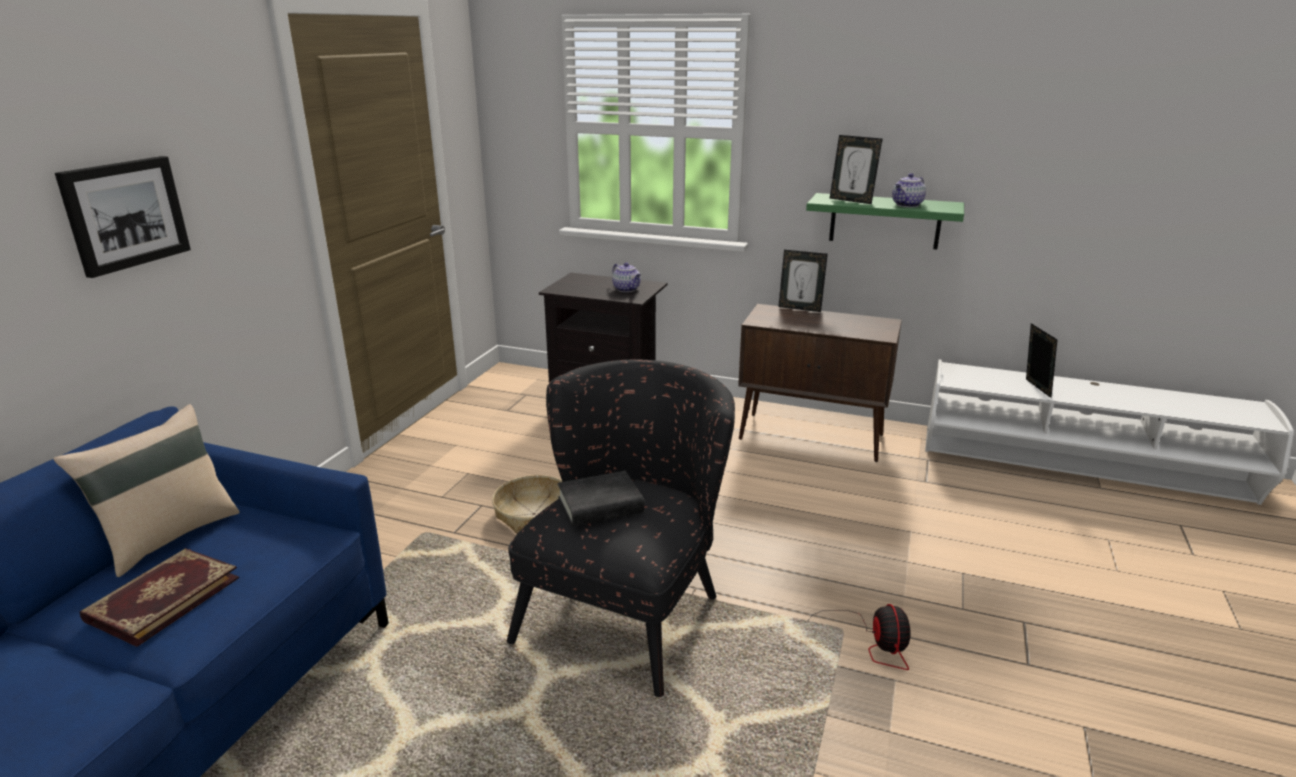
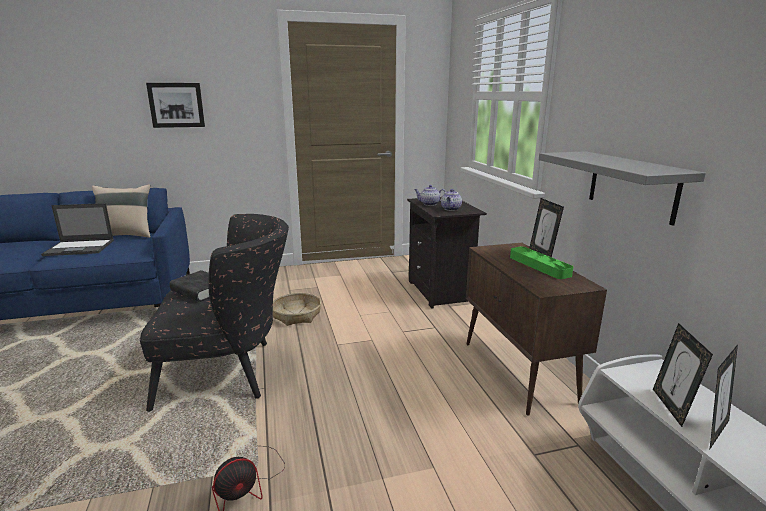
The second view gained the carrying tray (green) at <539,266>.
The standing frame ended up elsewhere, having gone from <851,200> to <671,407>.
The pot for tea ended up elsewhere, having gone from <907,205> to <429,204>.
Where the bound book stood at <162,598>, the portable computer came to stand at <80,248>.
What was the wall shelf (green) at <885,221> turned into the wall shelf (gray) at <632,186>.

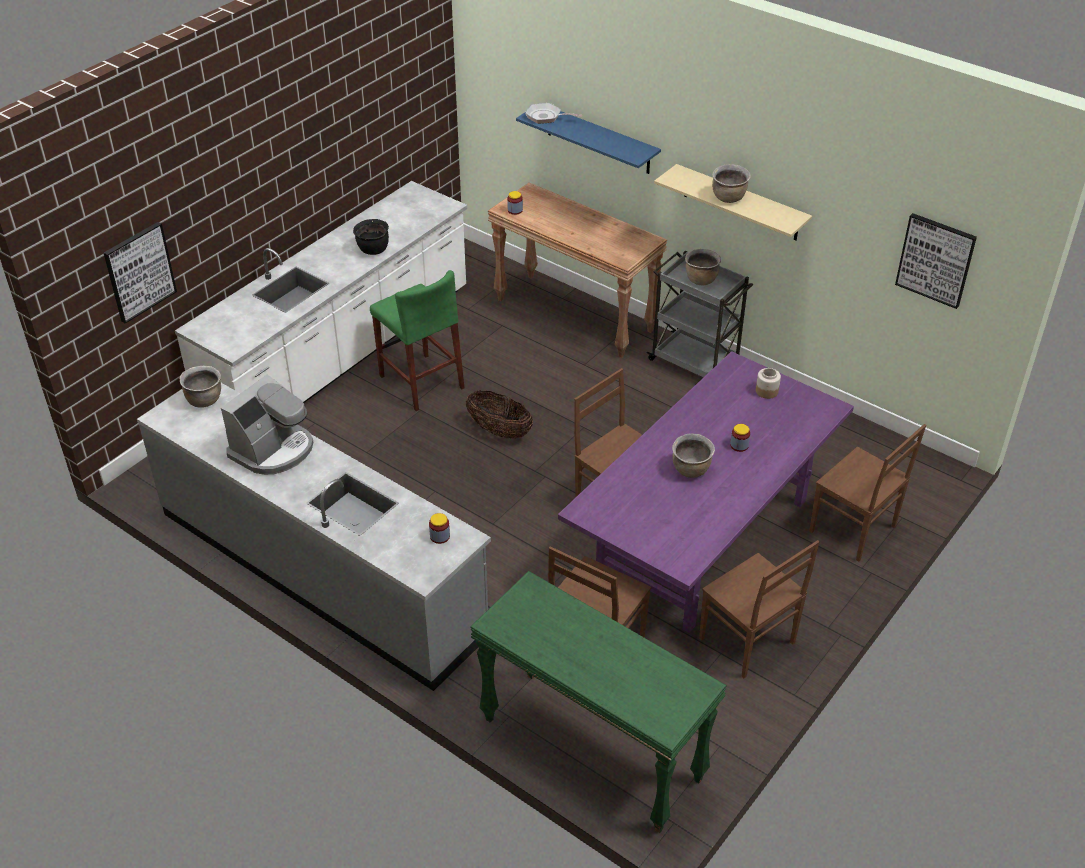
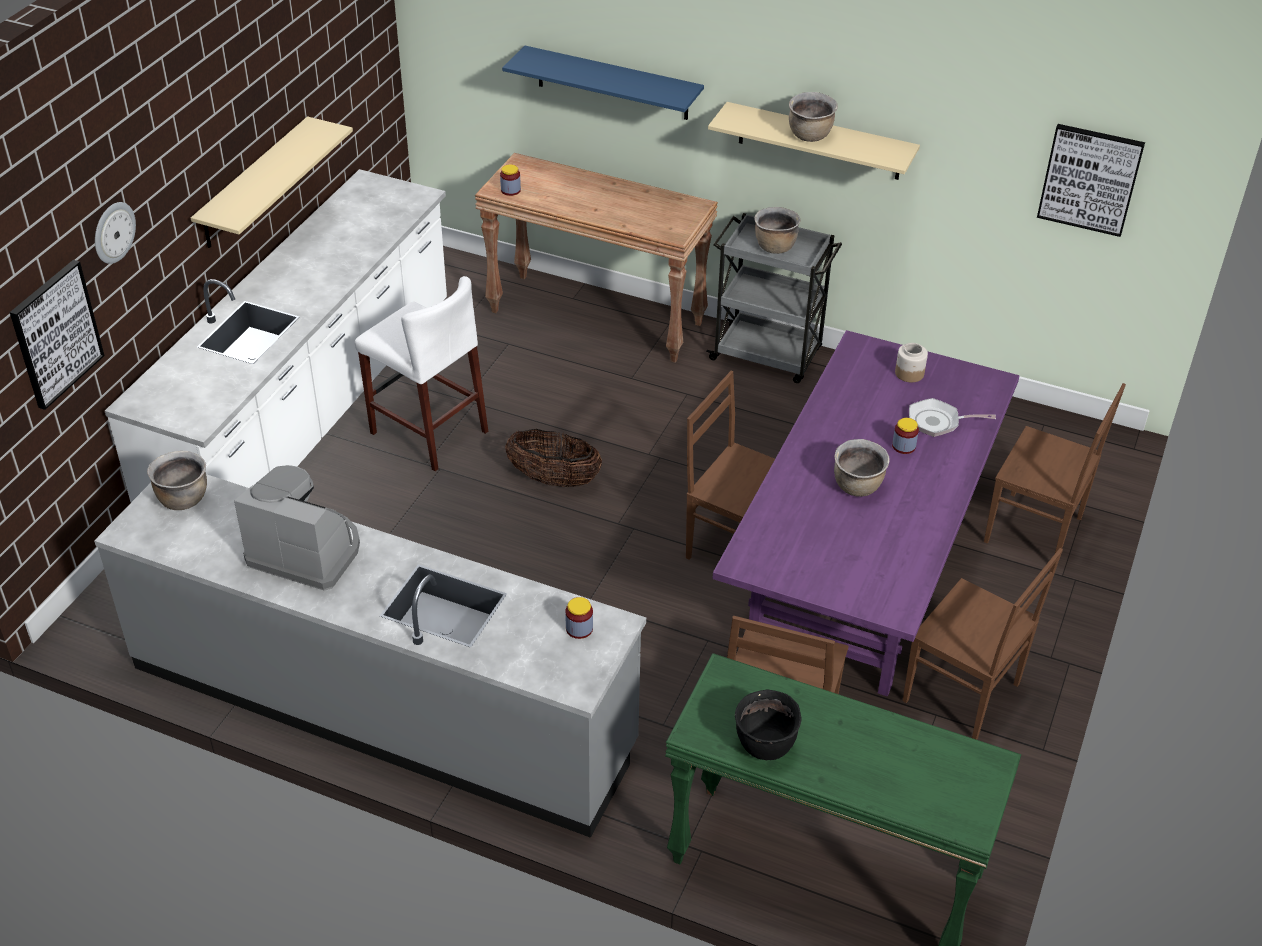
The second view gained the clock on the wall at <113,232>.
The second view gained the wall shelf (beige) at <254,183>.
The stockpot (blackish) ended up elsewhere, having gone from <373,250> to <765,745>.
The skillet ended up elsewhere, having gone from <546,117> to <938,422>.
What was the stool (green) at <421,382> turned into the stool (whitish) at <428,432>.
The coffee machine at <273,450> ended up facing another way, 90 degrees counterclockwise from before.

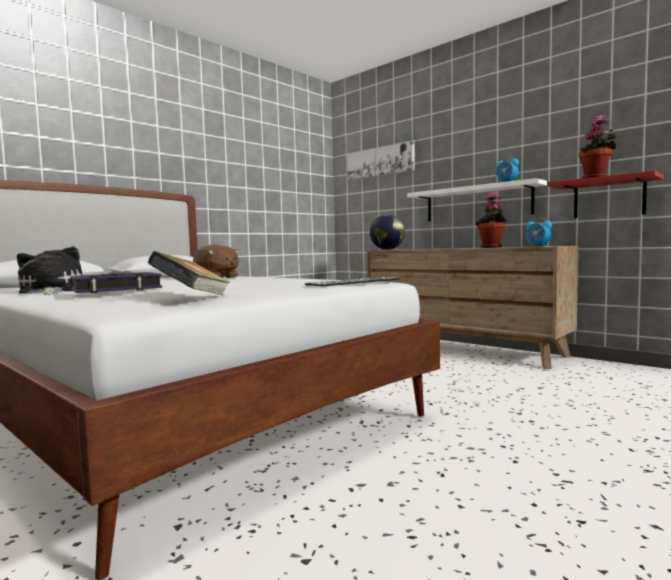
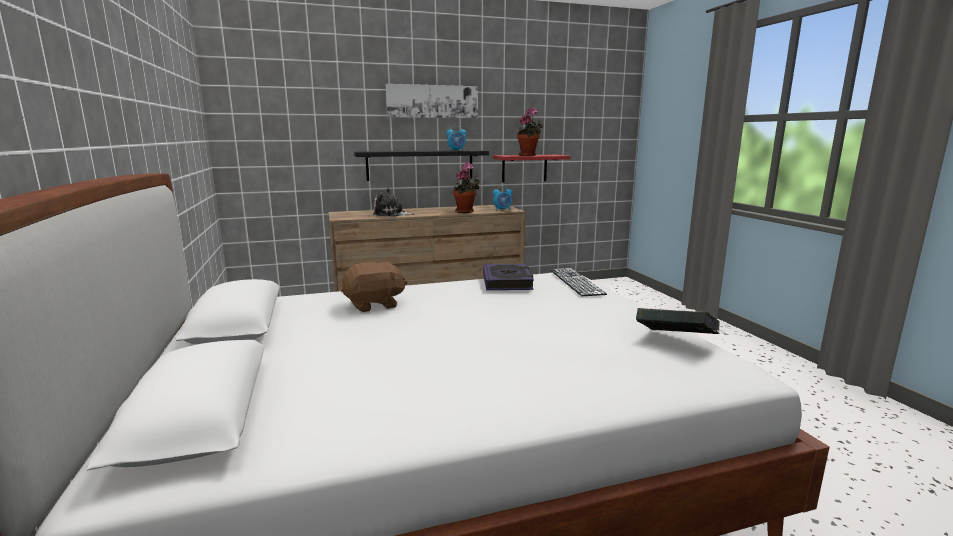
The second view lost the desk globe at <387,249>.
The soft toy ended up elsewhere, having gone from <50,291> to <391,214>.
The bound book ended up elsewhere, having gone from <116,289> to <507,282>.
The wall picture ended up elsewhere, having gone from <380,161> to <432,101>.
What was the wall shelf (whitish) at <477,203> turned into the wall shelf (blackish) at <420,165>.

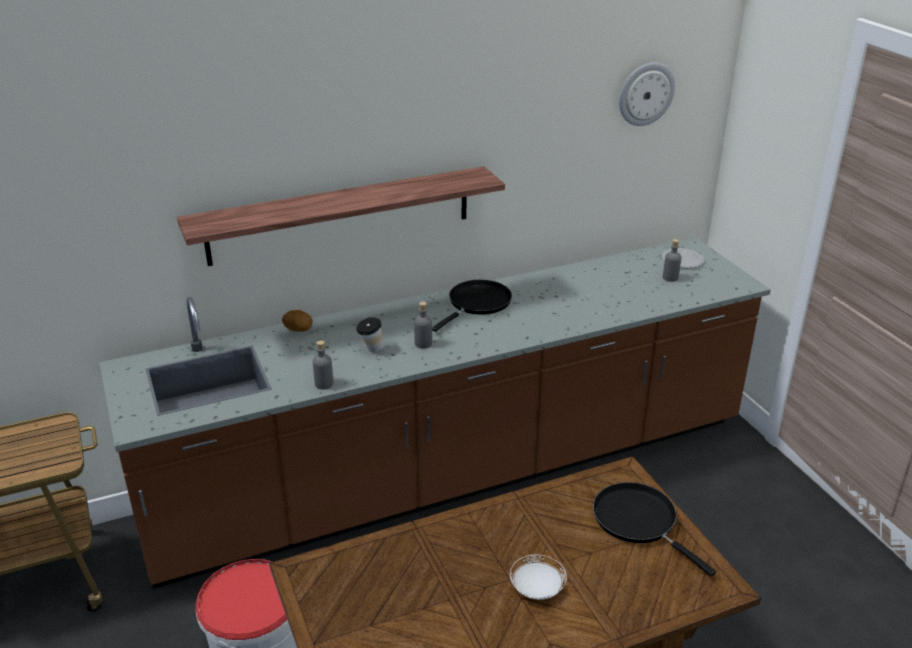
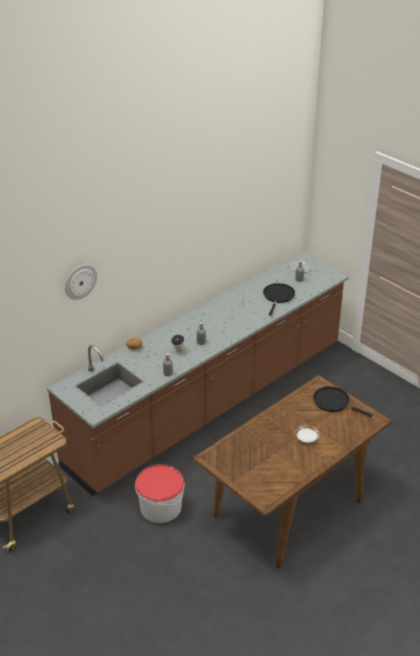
The second view lost the wall shelf at <340,215>.
The skillet (blackish) ended up elsewhere, having gone from <477,304> to <278,296>.
The clock on the wall ended up elsewhere, having gone from <645,94> to <80,281>.

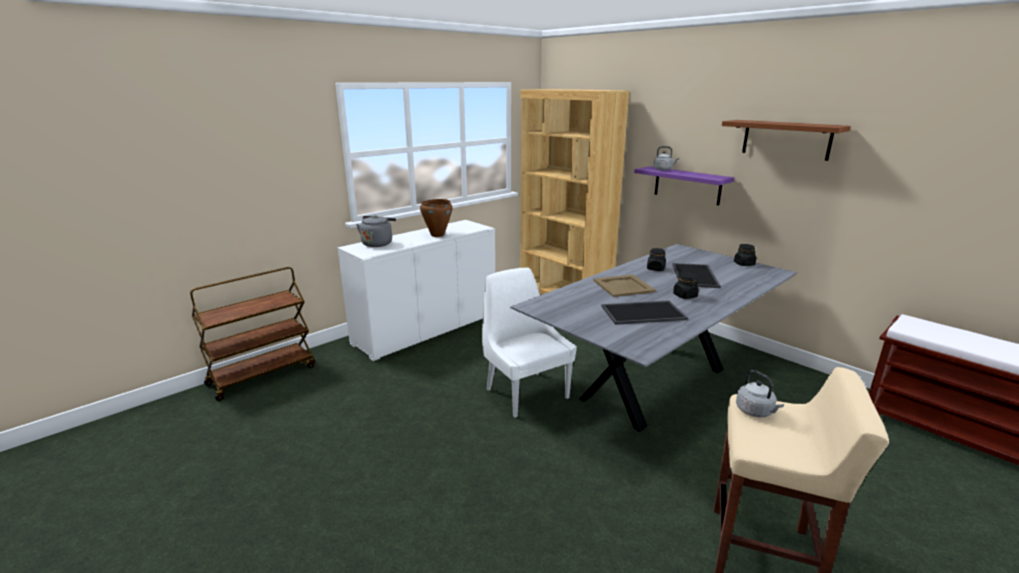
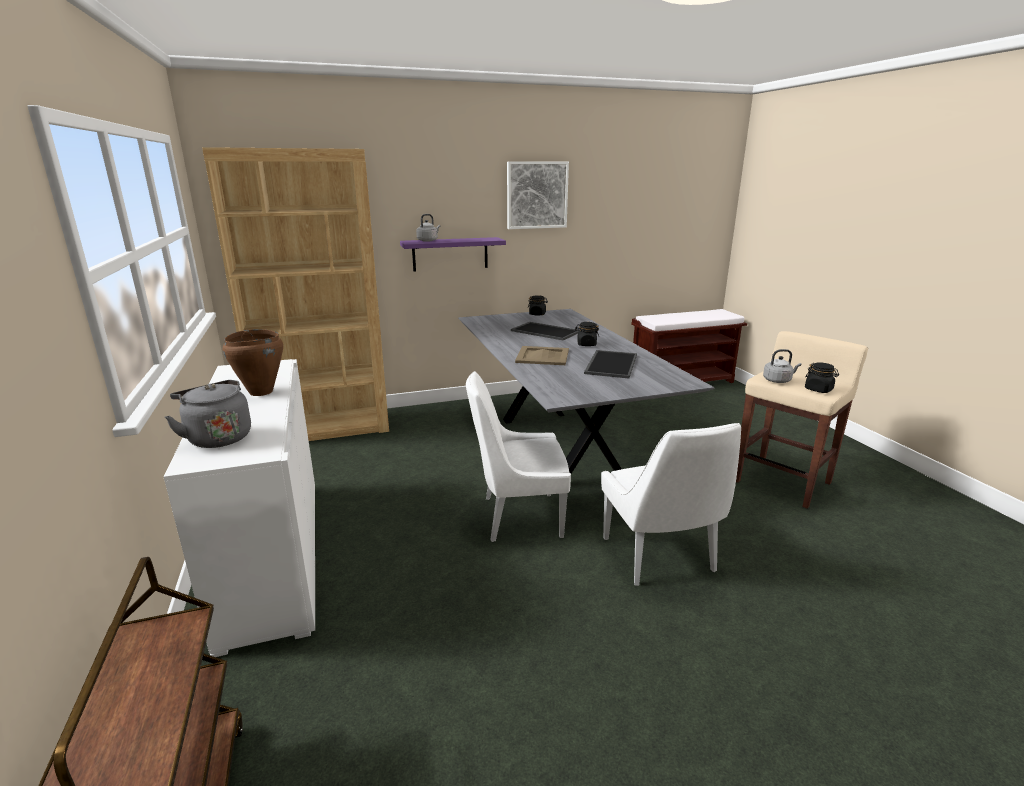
The second view gained the chair (whitish) at <659,557>.
The preserve jar (blackish) ended up elsewhere, having gone from <655,269> to <818,389>.
Where the wall shelf (brown-coloured) hung at <786,139>, the wall picture came to hang at <537,195>.

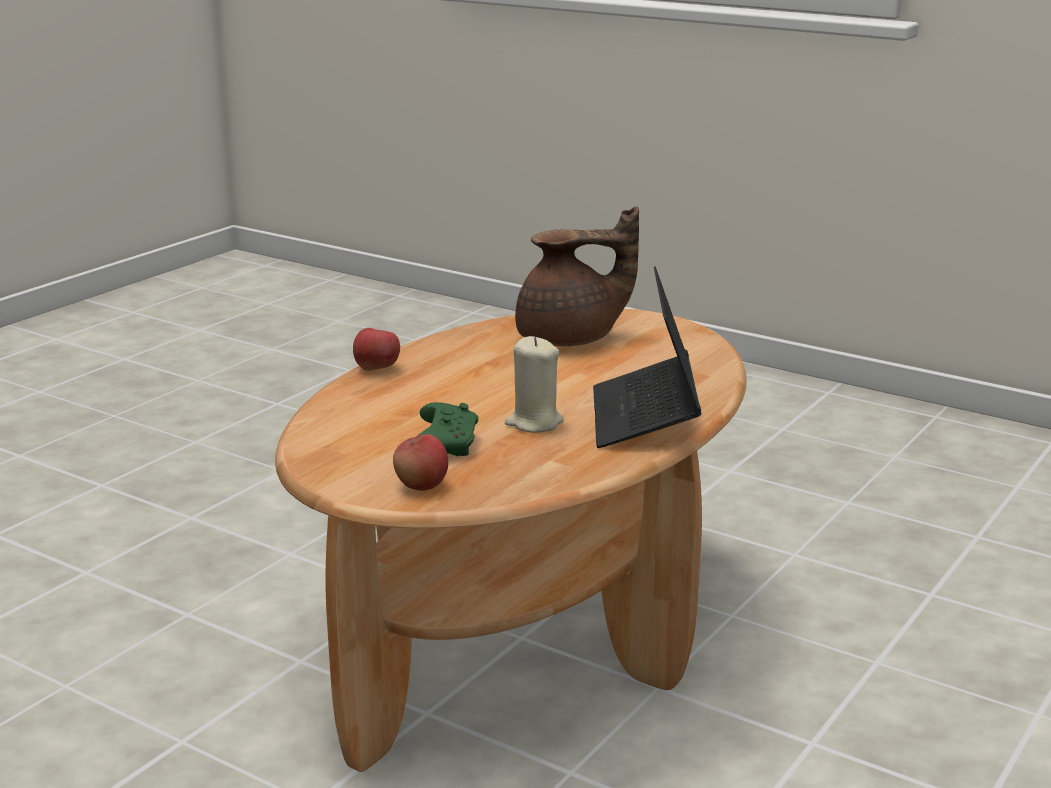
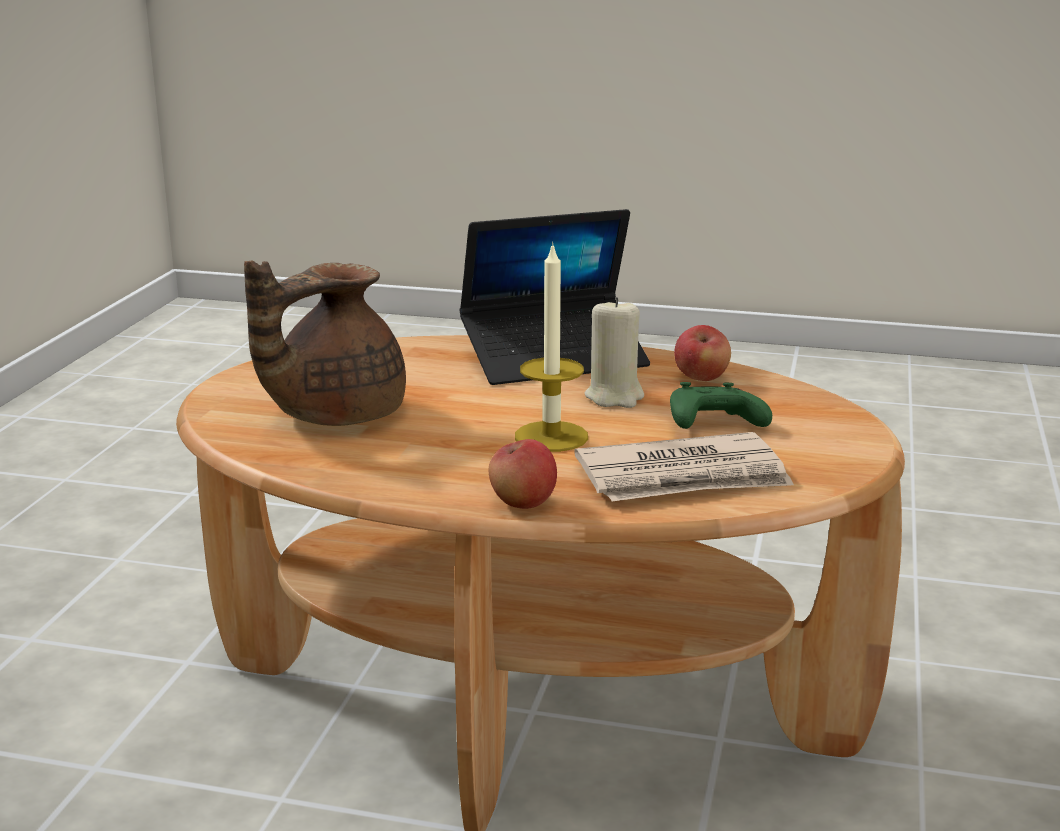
The second view gained the wax light at <551,436>.
The second view gained the newspaper at <684,477>.
The apple fruit ended up elsewhere, having gone from <421,486> to <701,378>.
The pot for tea (brown-coloured) at <571,339> ended up facing another way, 105 degrees counterclockwise from before.

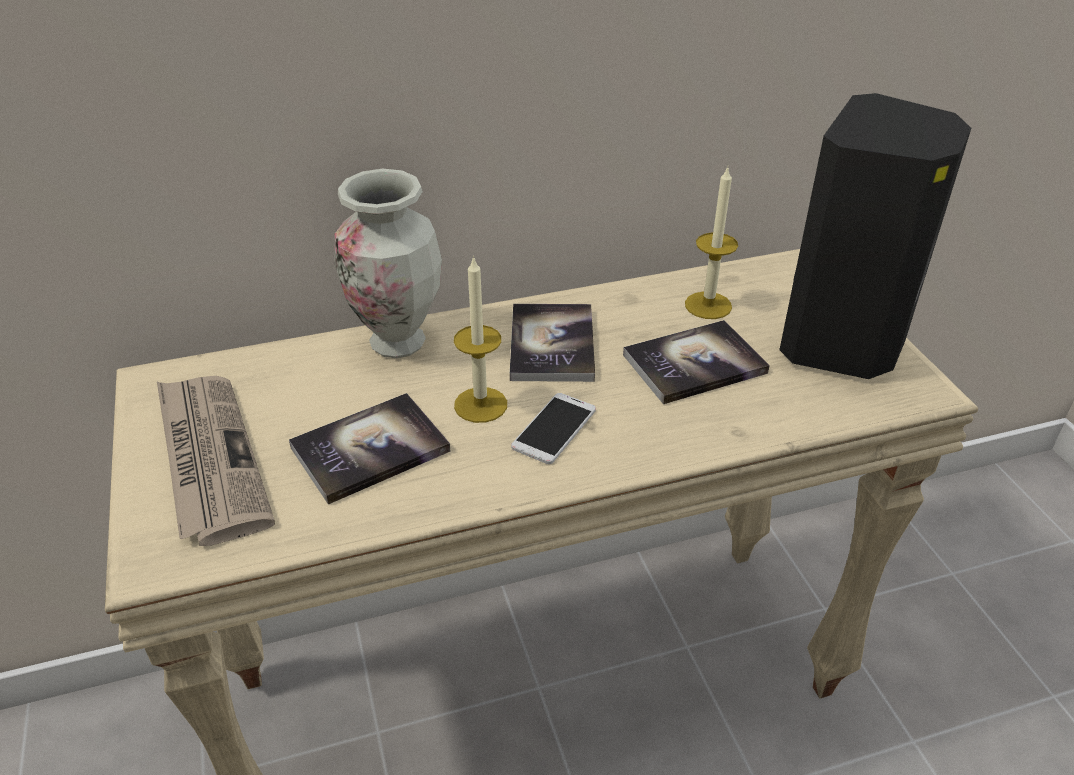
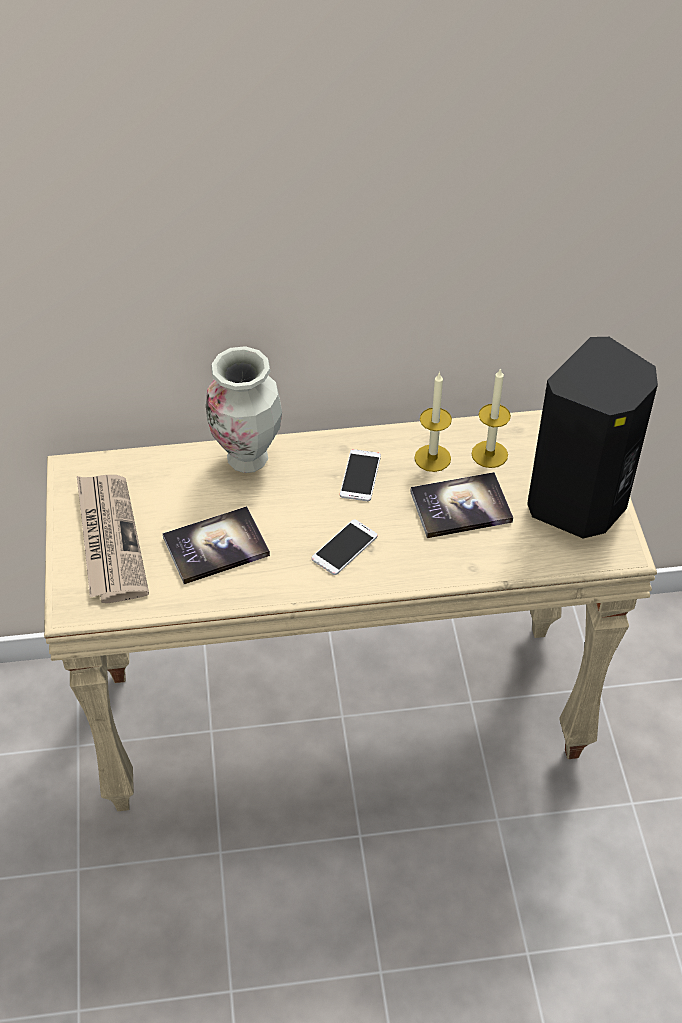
The wax light ended up elsewhere, having gone from <480,405> to <432,458>.
Where the bound book stood at <552,345>, the phone came to stand at <360,475>.

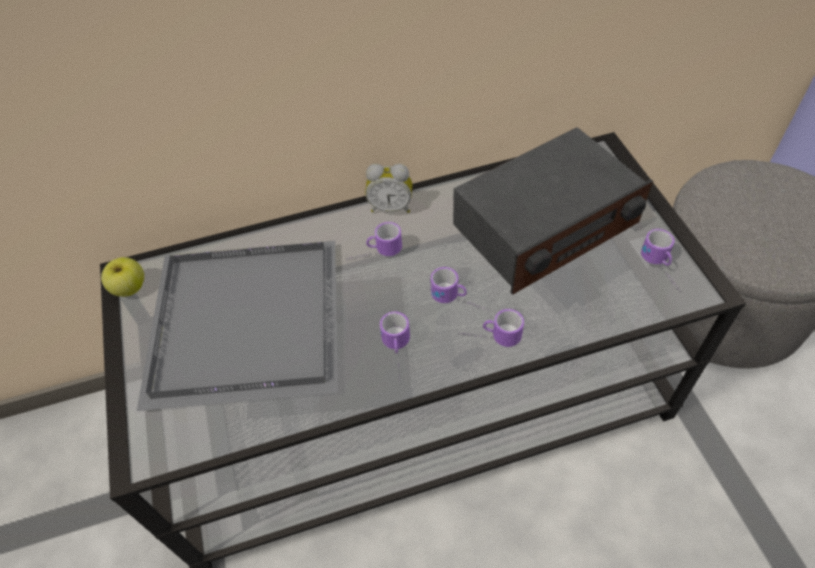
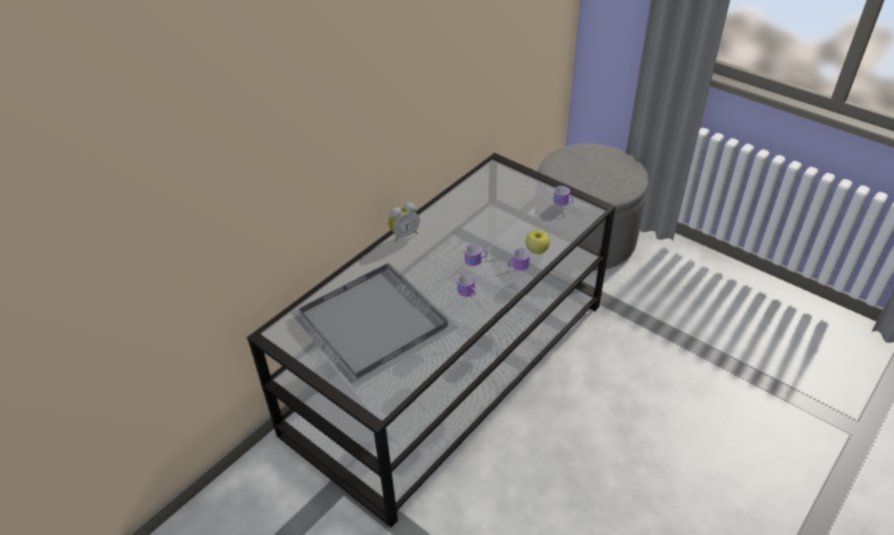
The second view lost the tea mug at <374,255>.
The second view lost the radio set at <545,226>.
The apple fruit ended up elsewhere, having gone from <129,288> to <536,250>.

